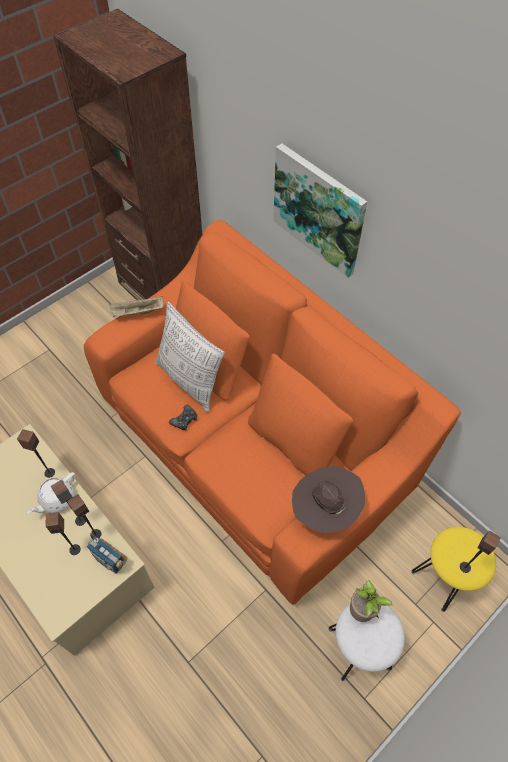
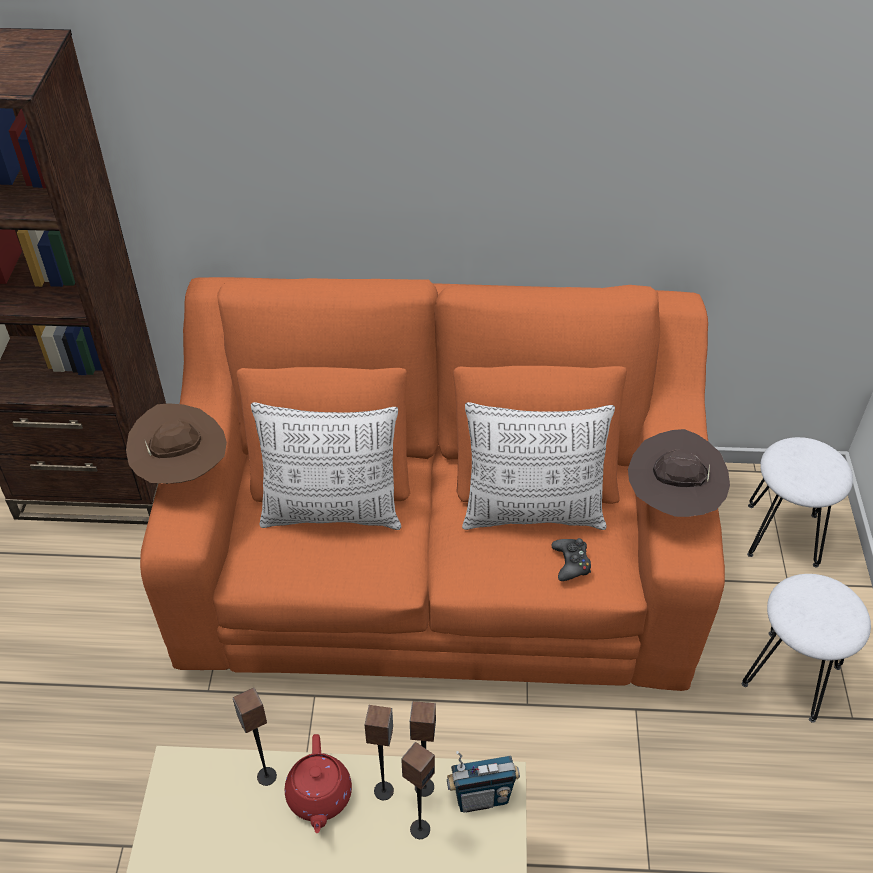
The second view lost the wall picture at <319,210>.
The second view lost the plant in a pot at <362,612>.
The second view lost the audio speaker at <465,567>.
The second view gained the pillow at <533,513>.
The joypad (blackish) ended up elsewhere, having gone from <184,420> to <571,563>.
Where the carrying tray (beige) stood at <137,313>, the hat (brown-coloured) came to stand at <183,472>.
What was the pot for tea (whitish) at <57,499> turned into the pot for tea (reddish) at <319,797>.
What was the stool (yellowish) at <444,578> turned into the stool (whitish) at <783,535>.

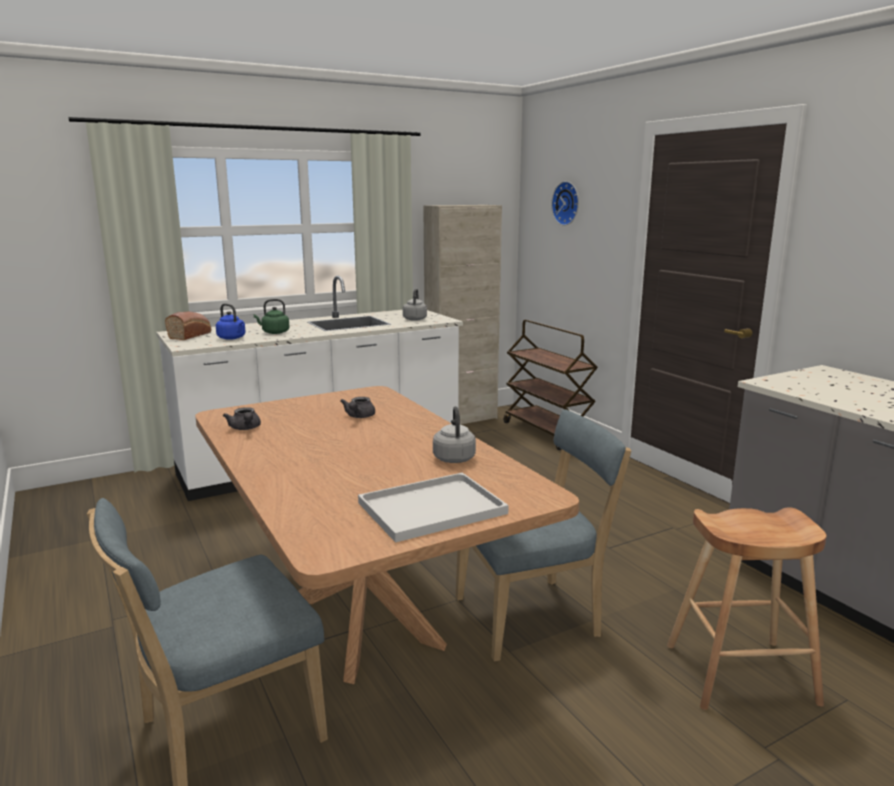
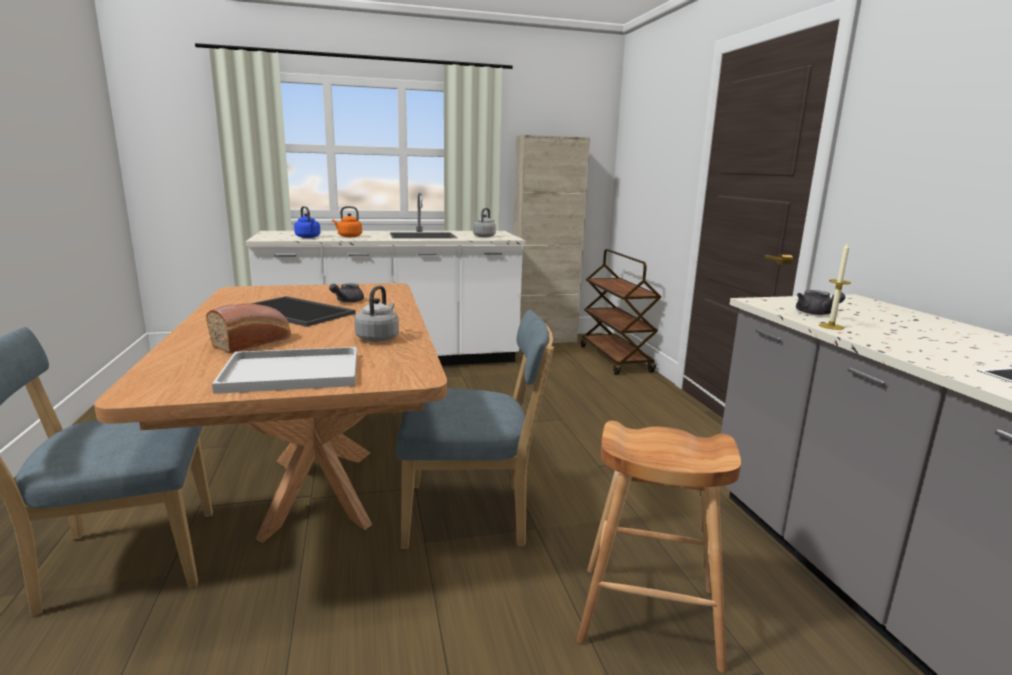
The second view lost the clock on the wall at <567,203>.
The second view gained the carrying tray at <297,311>.
The second view gained the wax light at <831,326>.
The baked bread ended up elsewhere, having gone from <191,335> to <254,342>.
The pot for tea (gray) ended up elsewhere, having gone from <245,428> to <816,314>.
What was the tea kettle (green) at <274,332> turned into the tea kettle (orange-coloured) at <348,236>.

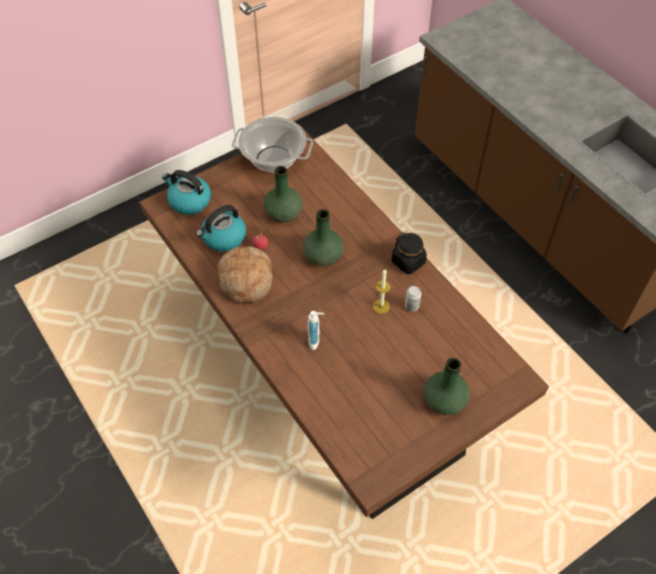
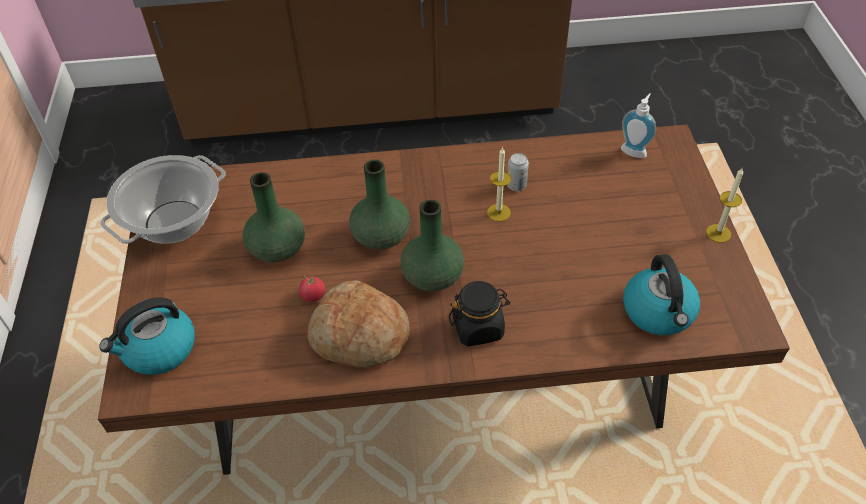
The second view gained the wax light at <718,233>.
The tea kettle ended up elsewhere, having gone from <223,238> to <659,312>.
The soap bottle ended up elsewhere, having gone from <316,341> to <634,150>.
The preserve jar (blackish) ended up elsewhere, having gone from <408,262> to <478,327>.
The vase (green) ended up elsewhere, having gone from <443,401> to <432,277>.

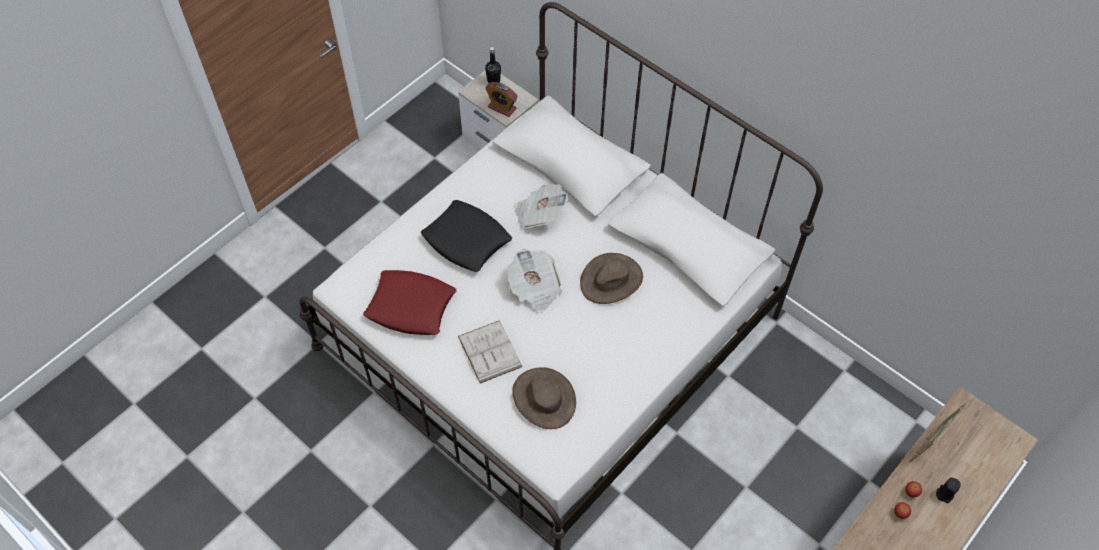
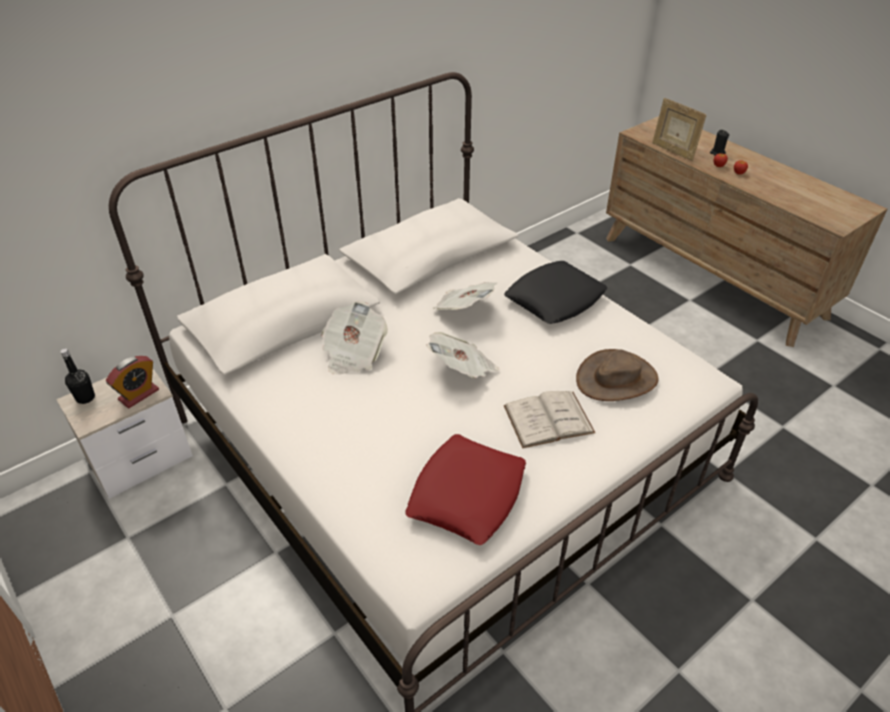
The pillow (blackish) ended up elsewhere, having gone from <467,240> to <555,299>.
Where the hat (brown-coloured) stood at <611,280>, the newspaper came to stand at <464,309>.

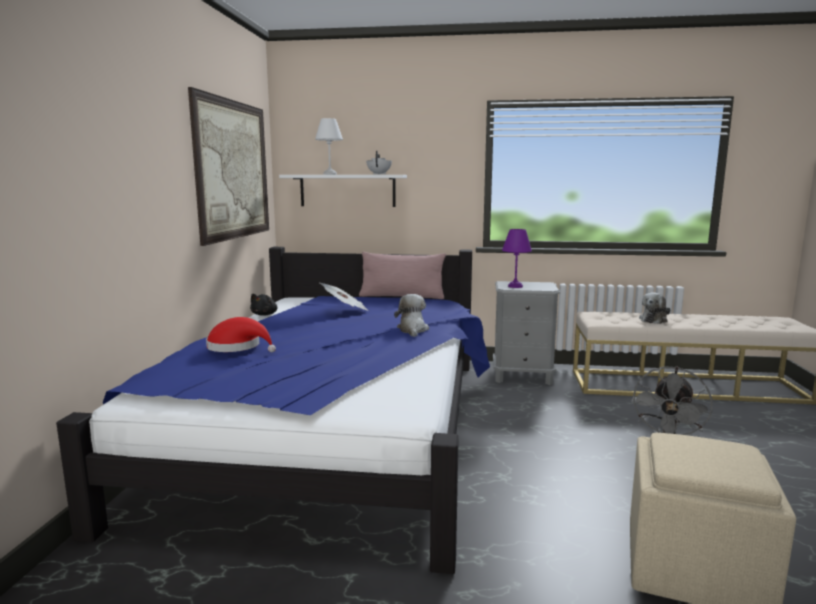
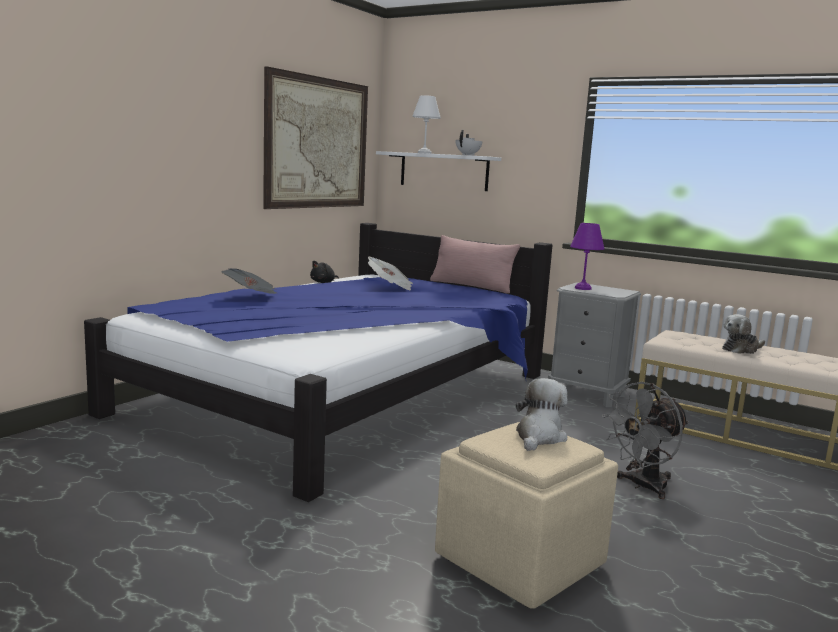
The soft toy ended up elsewhere, having gone from <412,330> to <539,437>.
Where the hat (reddish) stood at <238,347>, the newspaper came to stand at <251,296>.

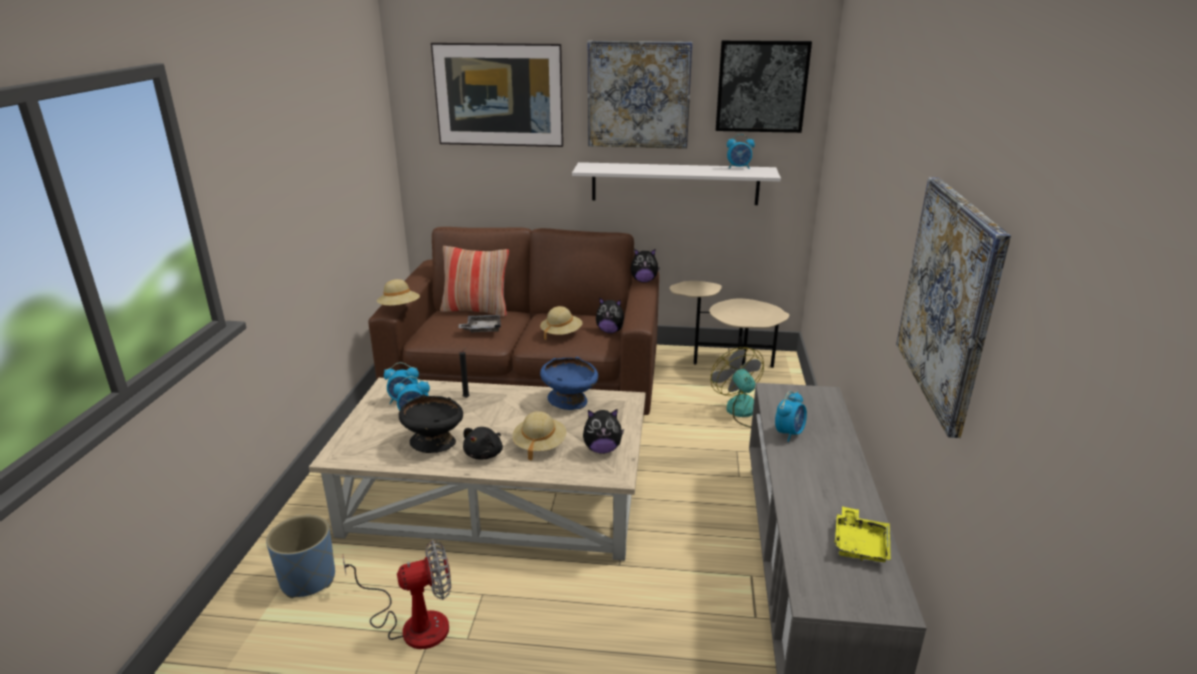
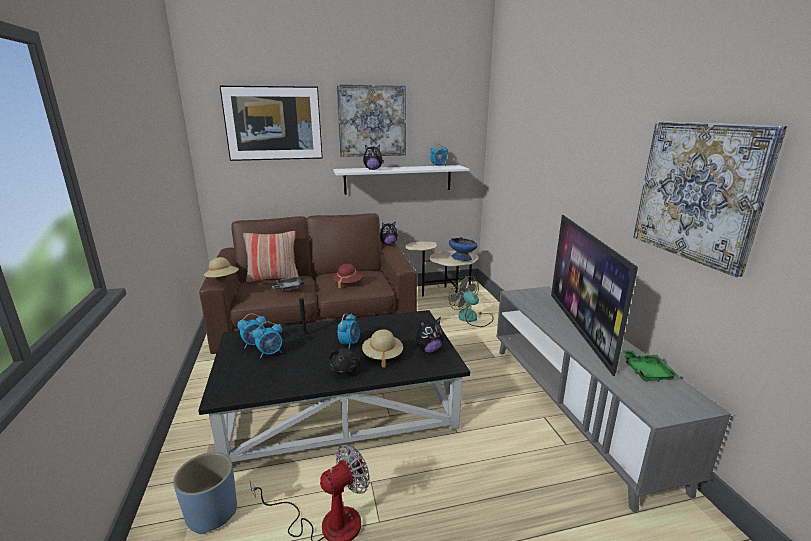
The second view lost the deep dish (blackish) at <434,442>.
The second view lost the wall picture at <761,86>.
The second view gained the TV at <580,329>.
The deep dish (blue-coloured) ended up elsewhere, having gone from <570,401> to <462,258>.
The soft toy ended up elsewhere, having gone from <610,331> to <373,169>.
The bedside clock ended up elsewhere, having gone from <789,433> to <349,343>.
What was the coffee table (beige) at <498,496> turned into the coffee table (blackish) at <341,405>.
What was the hat (beige) at <561,334> turned into the hat (reddish) at <348,283>.
What was the carrying tray (yellowish) at <860,544> turned into the carrying tray (green) at <646,372>.

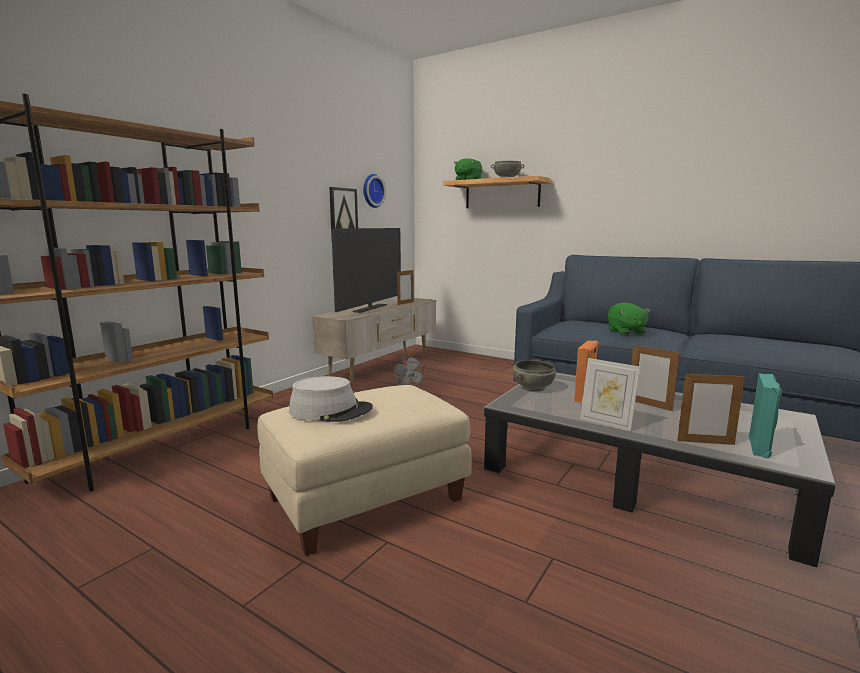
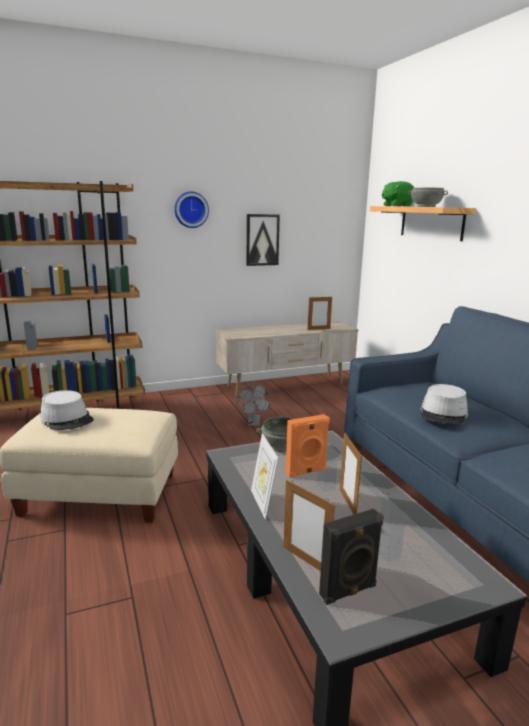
The second view lost the TV at <370,308>.
The clock on the wall ended up elsewhere, having gone from <372,191> to <191,209>.
Where the soft toy (green) stood at <625,332>, the hat (gray) came to stand at <443,414>.
What was the audio speaker (turquoise) at <760,447> turned into the audio speaker (blackish) at <349,592>.

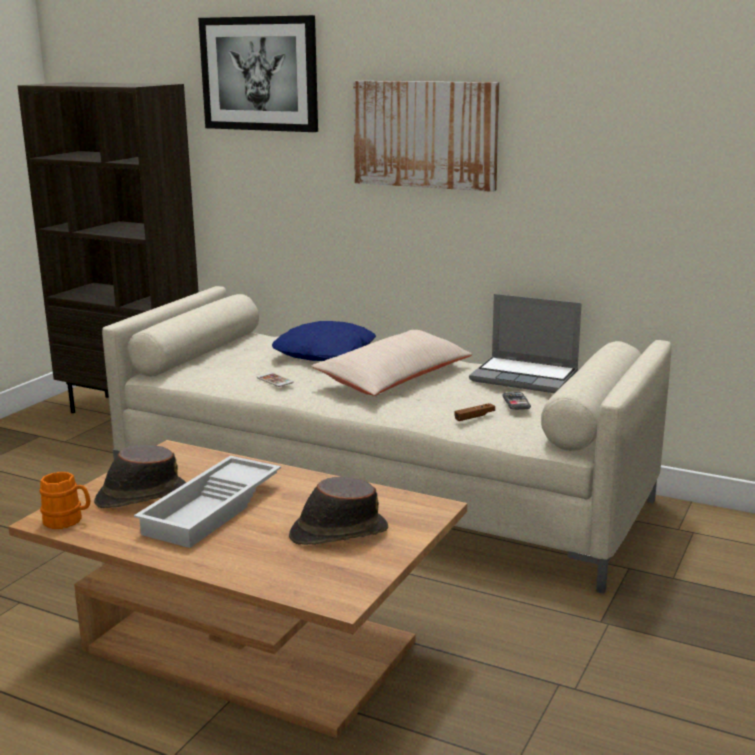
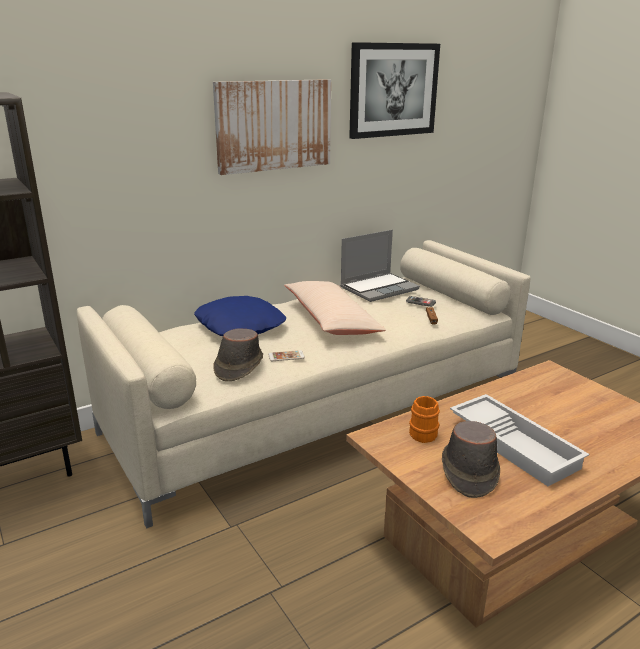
The tea mug (orange-coloured) ended up elsewhere, having gone from <68,521> to <425,432>.
The wall picture ended up elsewhere, having gone from <259,74> to <393,90>.
The hat (brown-coloured) ended up elsewhere, having gone from <337,533> to <238,366>.

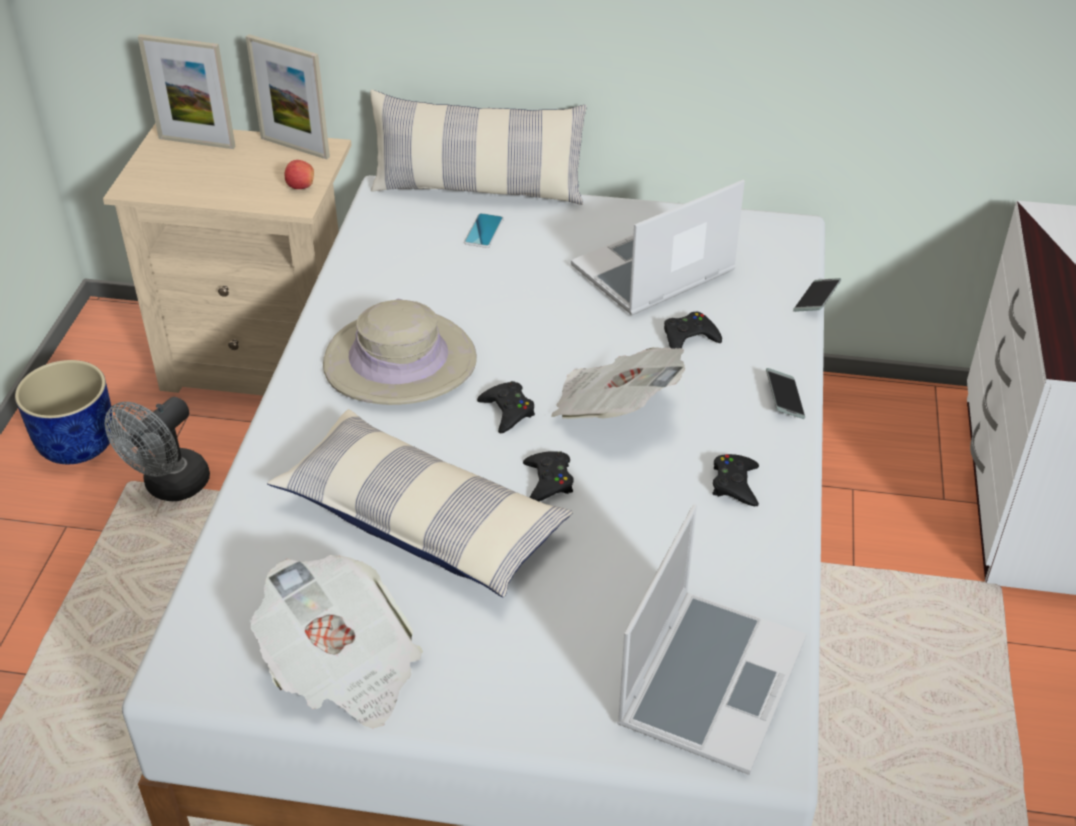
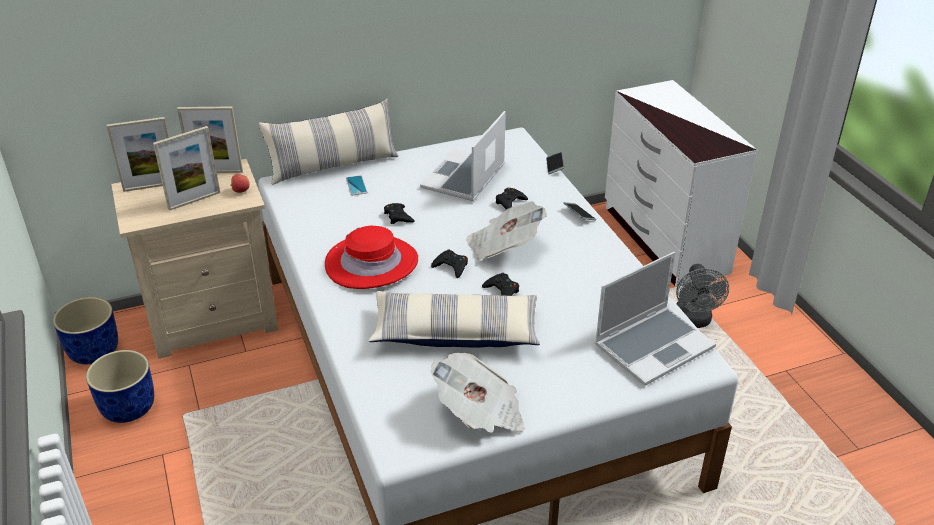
The second view gained the planter (blue-coloured) at <95,351>.
The second view gained the standing frame at <194,201>.
The fan (gray) ended up elsewhere, having gone from <170,487> to <693,321>.
The joypad (blackish) ended up elsewhere, having gone from <735,484> to <398,217>.
What was the hat (beige) at <400,361> turned into the hat (reddish) at <371,263>.
The portable computer at <710,680> ended up facing another way, 60 degrees clockwise from before.

